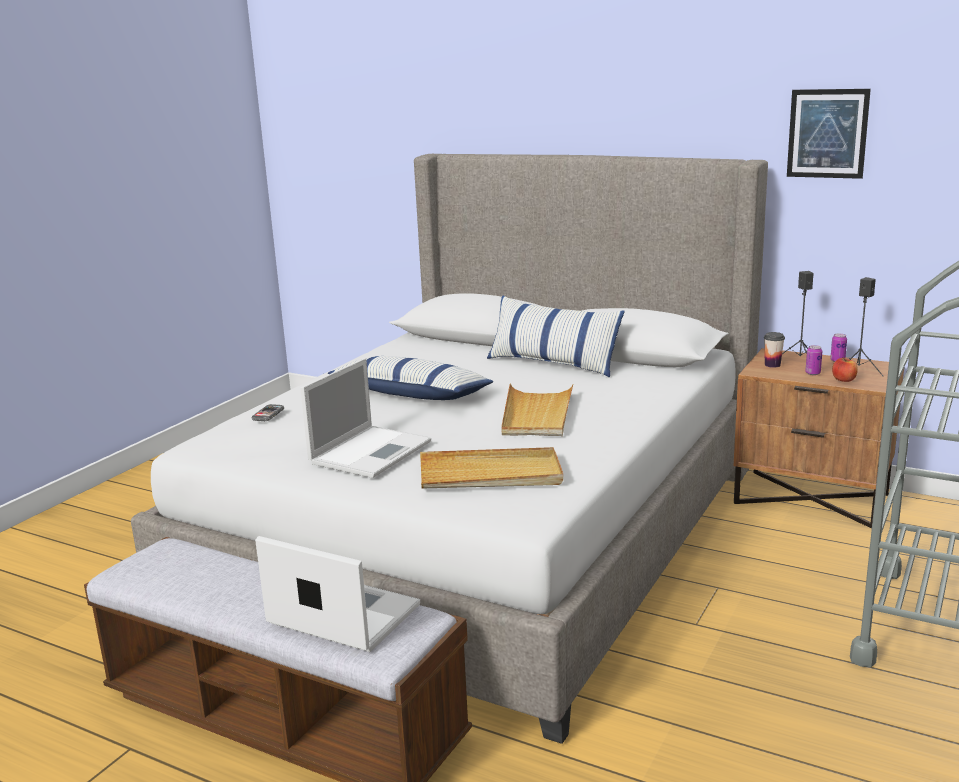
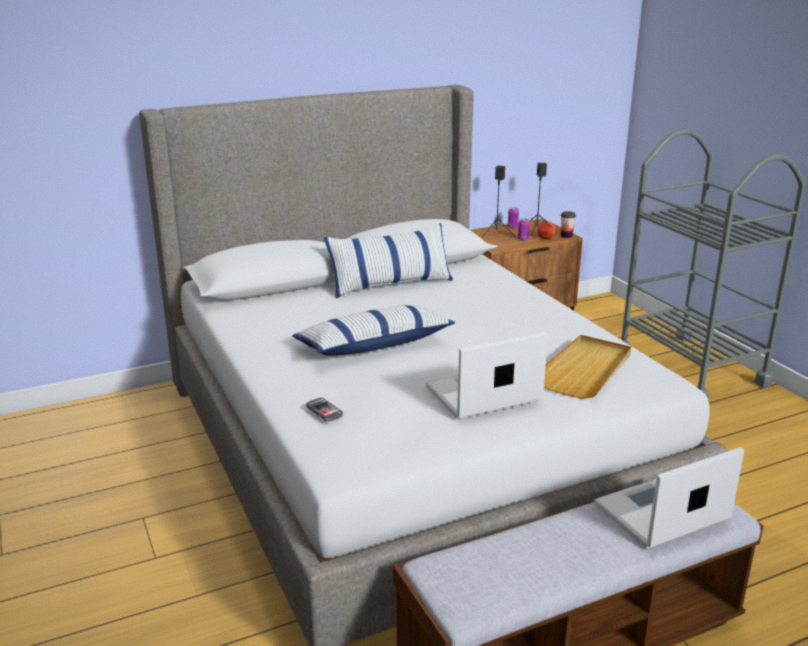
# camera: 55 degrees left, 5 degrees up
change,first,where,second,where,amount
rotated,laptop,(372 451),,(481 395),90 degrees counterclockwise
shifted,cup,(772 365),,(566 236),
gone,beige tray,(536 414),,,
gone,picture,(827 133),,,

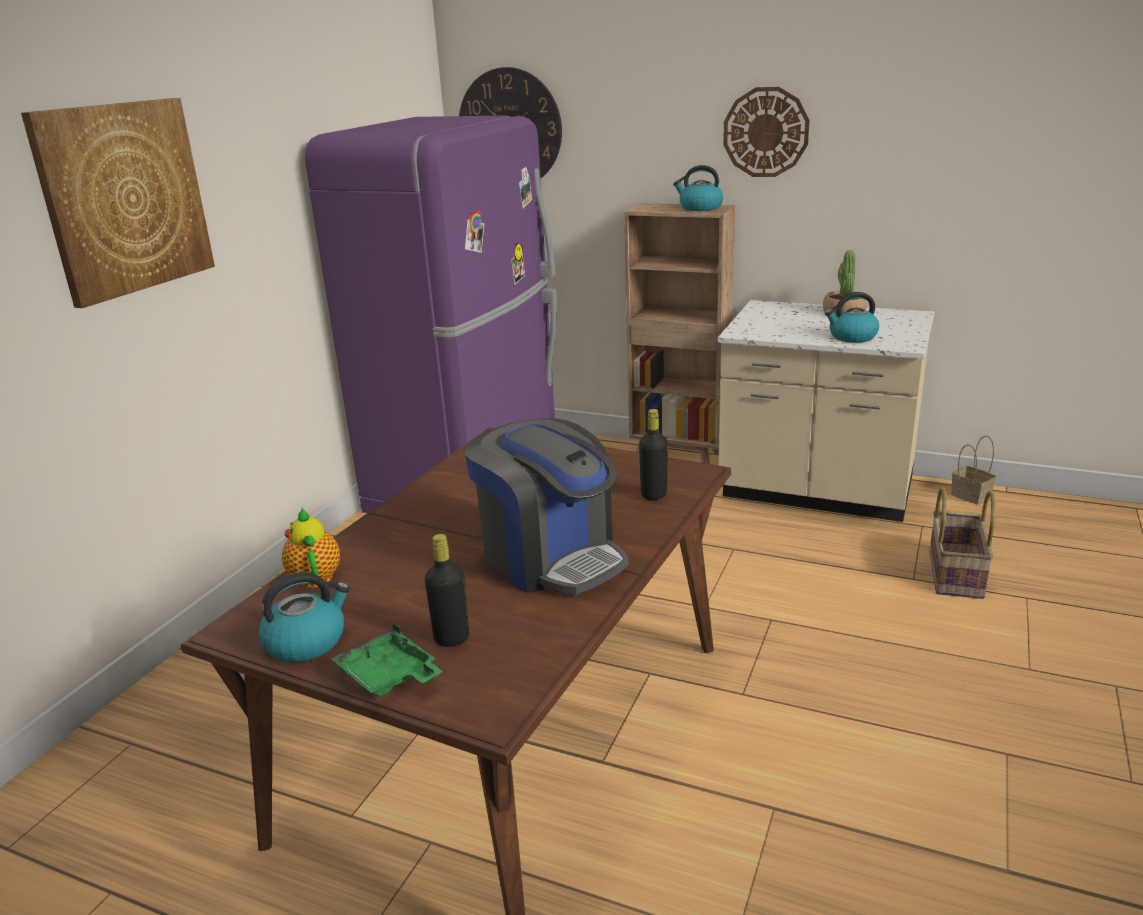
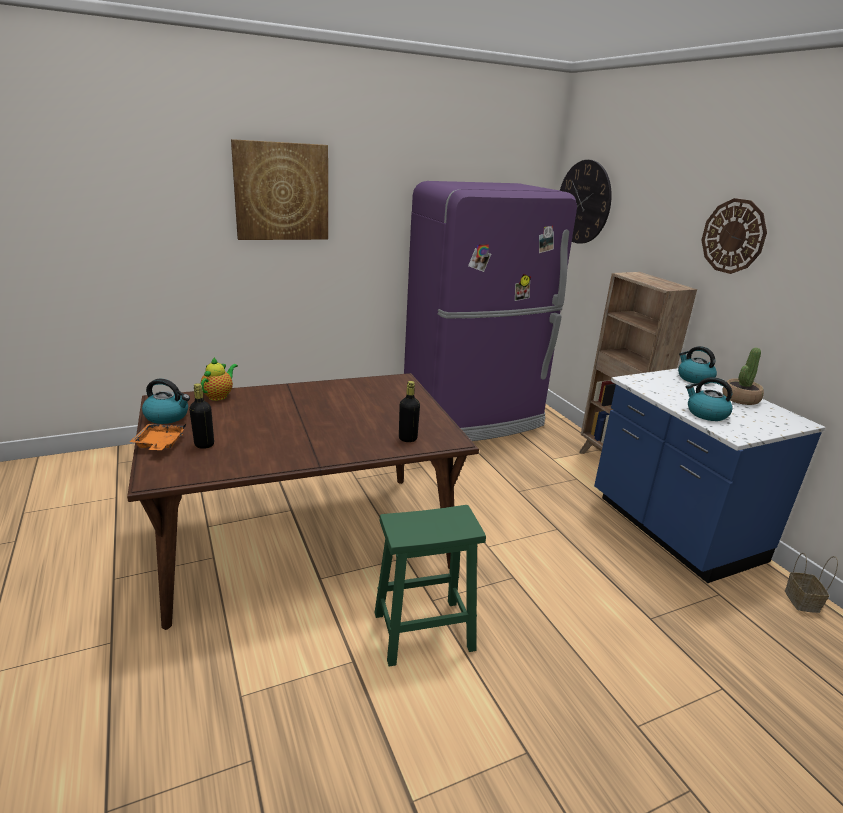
# camera: 40 degrees right, 0 degrees up
change,first,where,second,where,amount
repainted,green tray,(389 676),orange tray,(159 444),
new,,,green stool,(422 632),
repainted,beige counter,(816 491),blue counter,(673 529),
shifted,kettle,(700 208),,(694 378),
gone,coffee machine,(551 557),,,
gone,basket,(954 574),,,

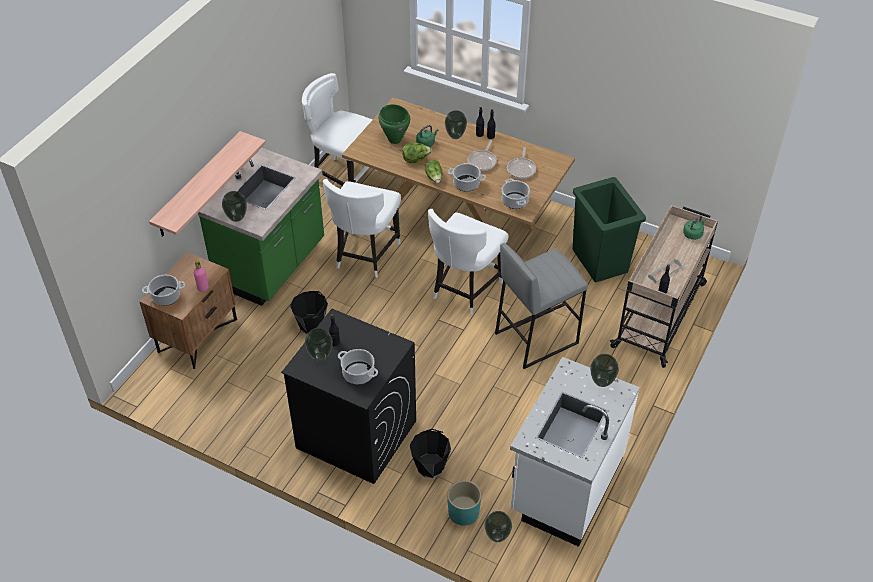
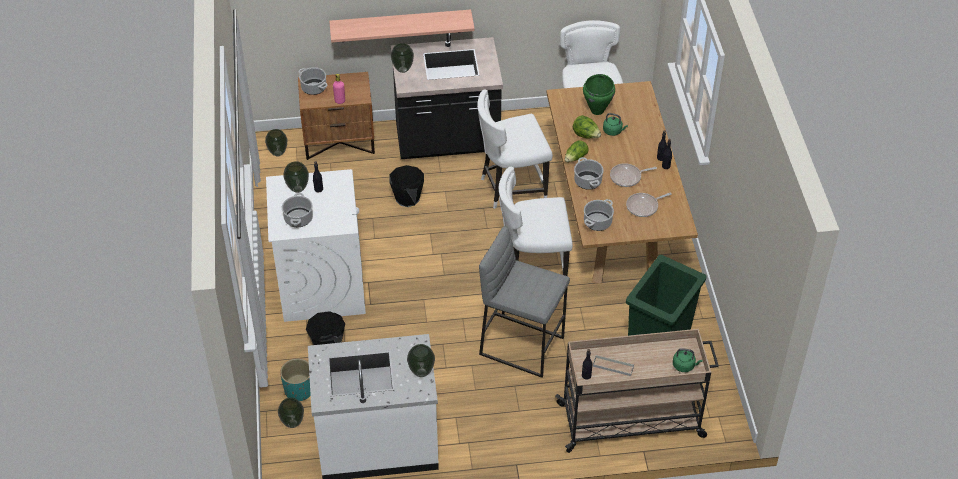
# camera: 55 degrees right, 0 degrees up
change,first,where,second,where,amount
shifted,vase,(455 136),,(277 153),
repainted,black washing machine,(355 434),white washing machine,(322 284),
repainted,green counter,(272 265),black counter,(447 141),

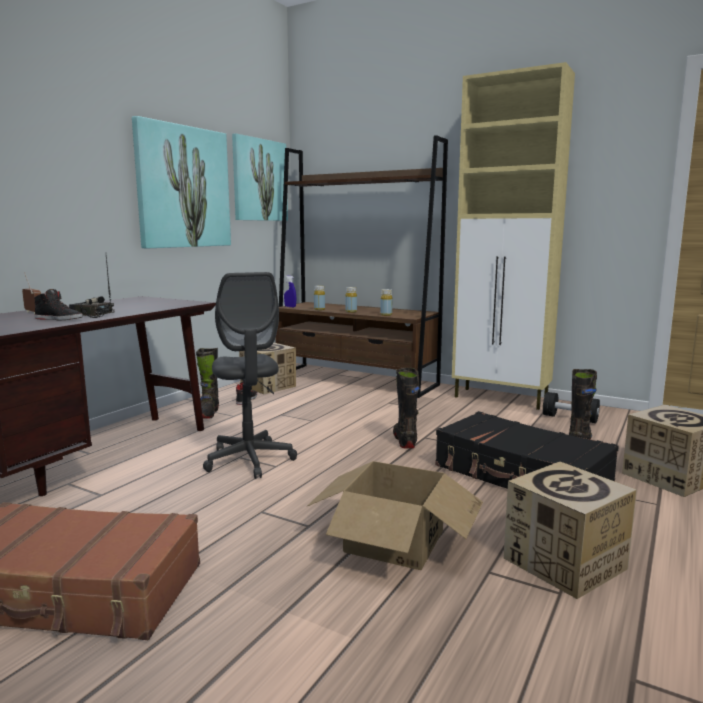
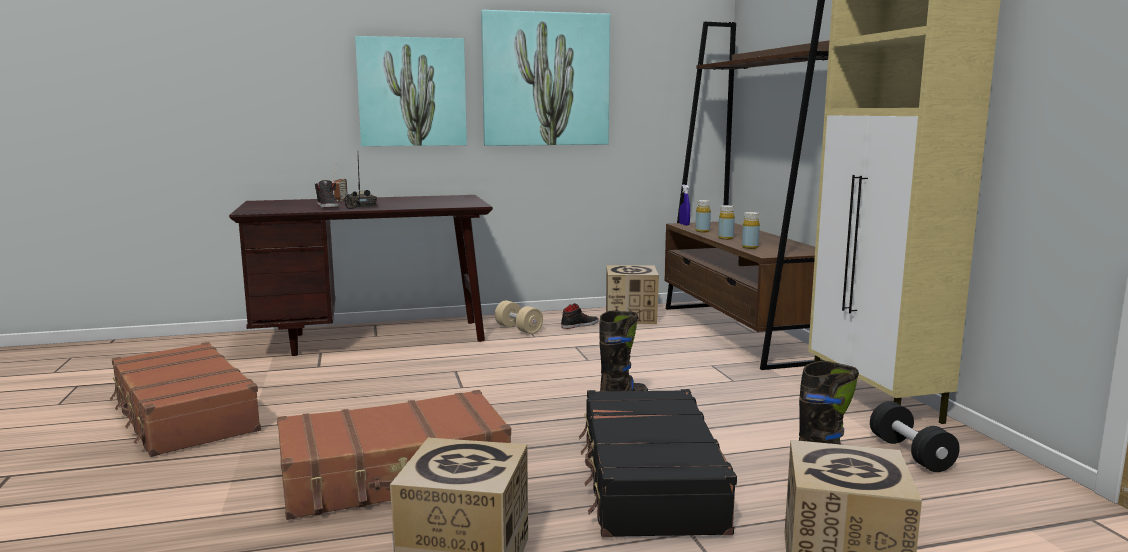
# camera: 45 degrees right, 0 degrees up
change,first,where,second,where,amount
swapped,cardboard box,(394 540),brown suitcase,(395 475),
shifted,picture,(260 180),,(412 92),
swapped,black boot,(208 414),beige dumbbell,(518 329),
gone,grey office chair,(249 460),,,

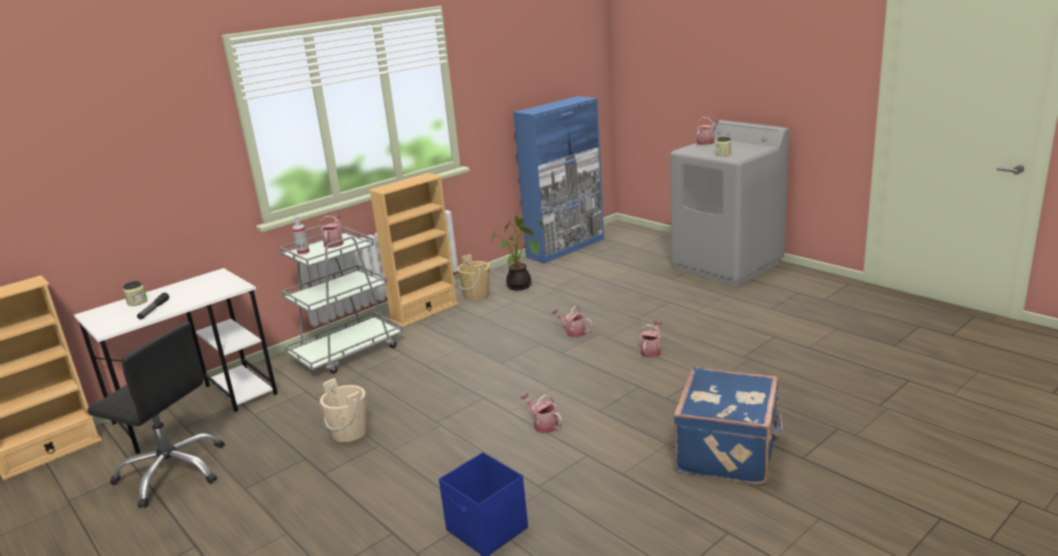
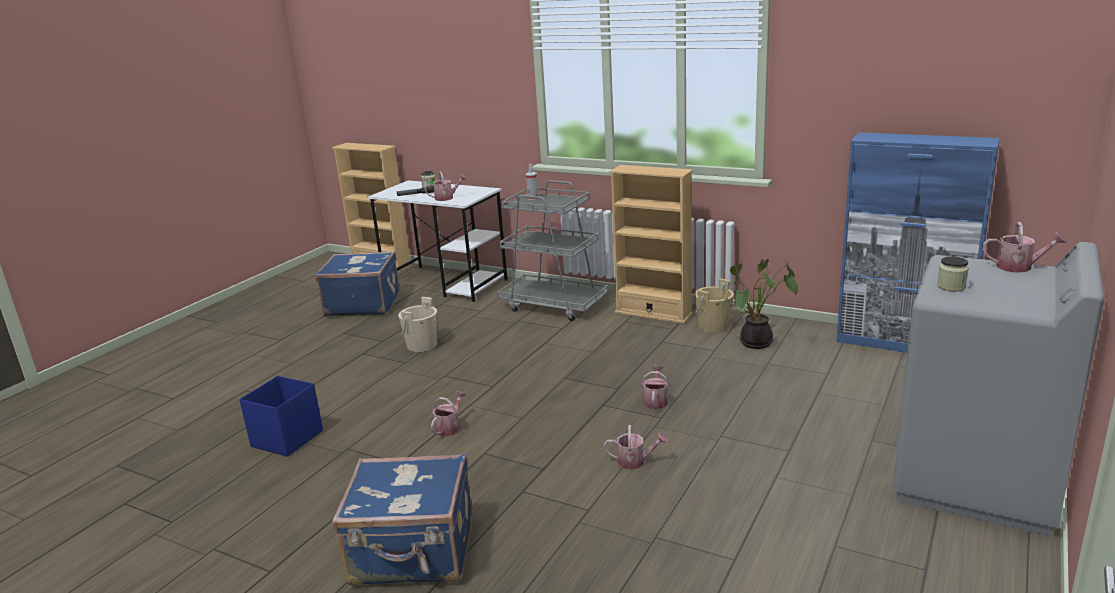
# camera: 70 degrees right, 0 degrees up
change,first,where,second,where,amount
swapped,black office chair,(172 472),blue suitcase,(363 304),
shifted,watering can,(334 243),,(447 198),

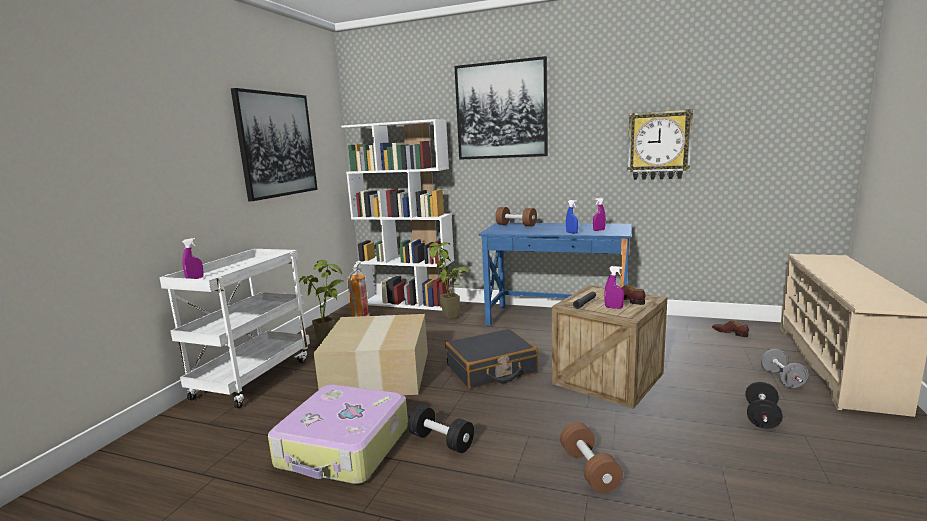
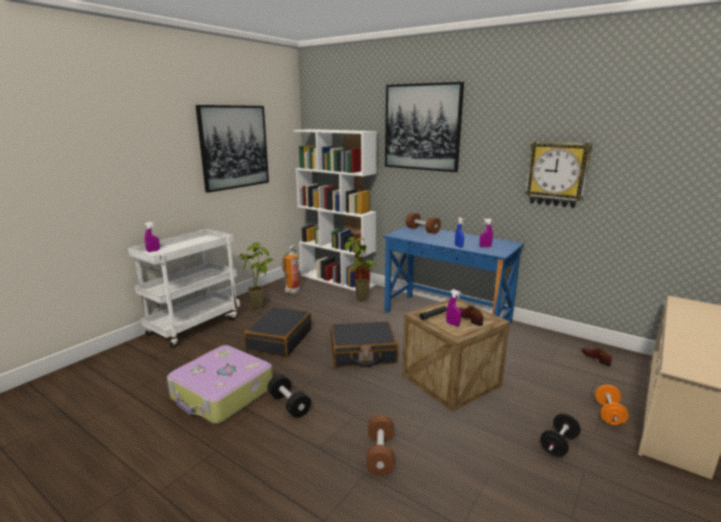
# camera: 15 degrees right, 5 degrees up
change,first,where,second,where,amount
swapped,cardboard box,(379 373),black suitcase,(279 339),
repainted,grey dumbbell,(782 379),orange dumbbell,(608 414),

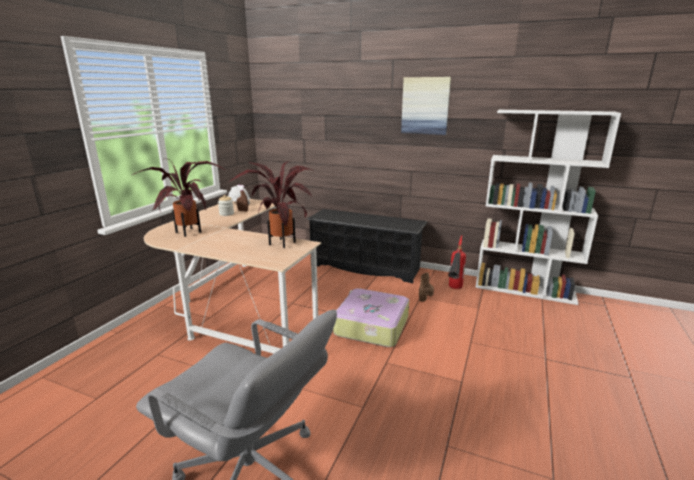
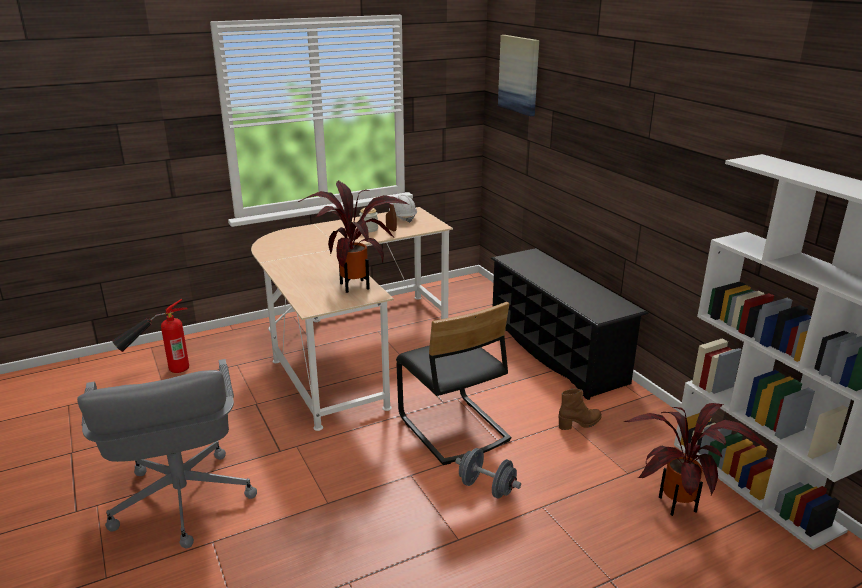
# camera: 40 degrees right, 5 degrees up
change,first,where,second,where,amount
shifted,fire extinguisher,(454 291),,(159 373),
swapped,suitcase,(370 326),black chair,(452 428),
new,,,grey dumbbell,(486 487),
shifted,picture,(425 106),,(519 74),
shifted,potted plant,(188 233),,(677 507),

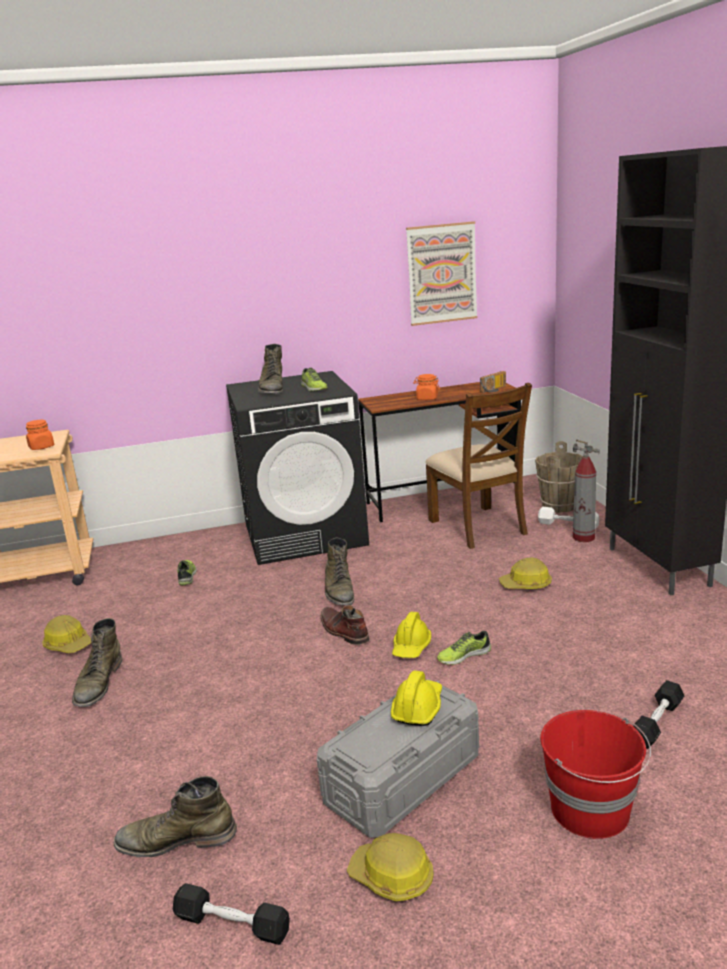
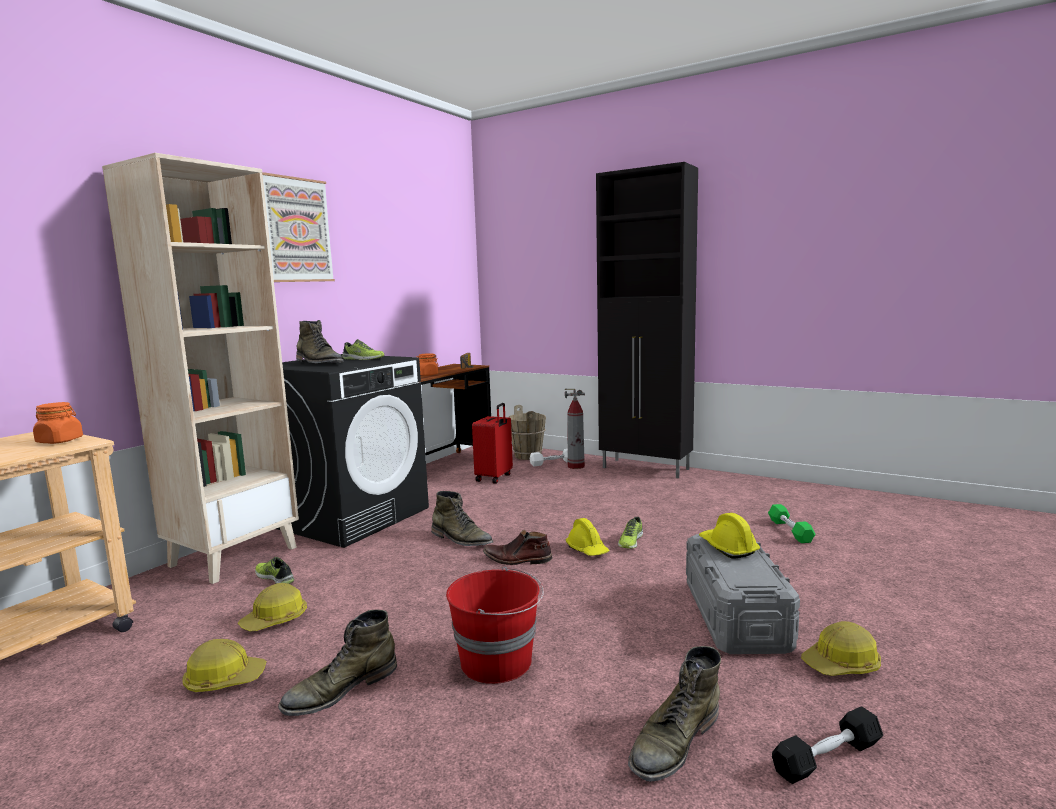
# camera: 45 degrees left, 10 degrees down
change,first,where,second,where,amount
new,,,beige bookcase,(234 556),
shifted,hard hat,(526 584),,(275 620),
shifted,picture,(441 273),,(297 230),
rotated,green boot,(98 683),,(340 689),90 degrees clockwise
shifted,red bucket,(591 810),,(498 661),
swapped,brown chair,(478 527),red suitcase,(494 478),
repainted,black dumbbell,(656 723),green dumbbell,(790 531),

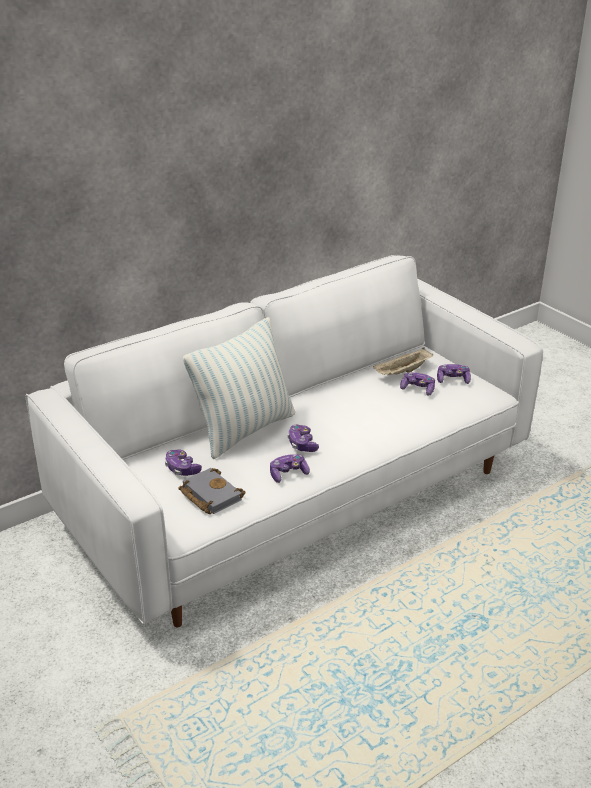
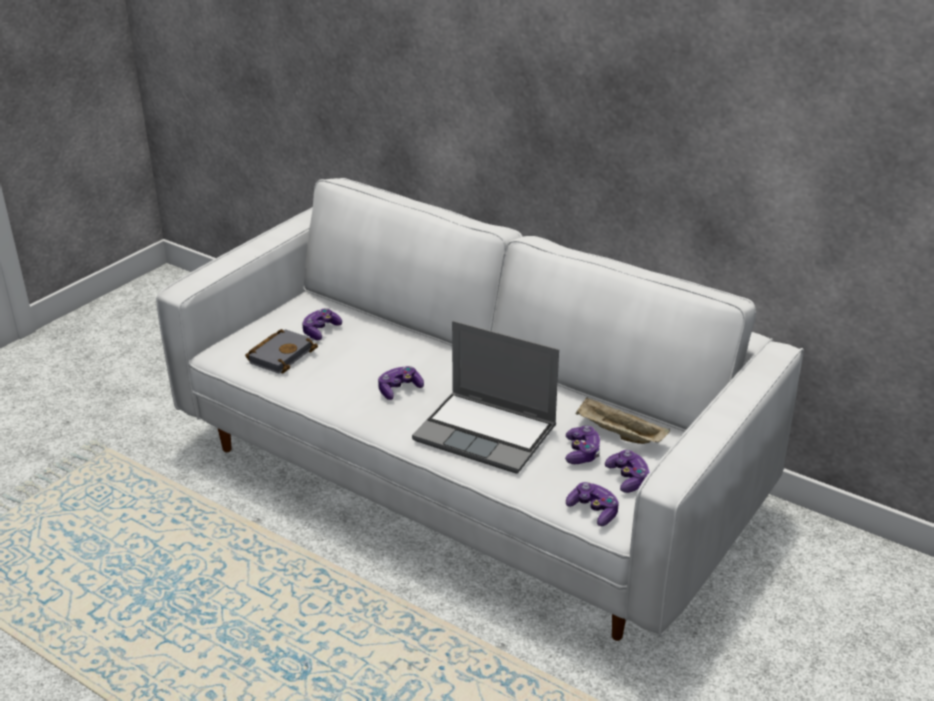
# camera: 70 degrees right, 0 degrees up
change,first,where,second,where,amount
new,,,laptop,(487 434),
shifted,game controller,(288 474),,(593 511),
gone,pillow,(244 430),,,

